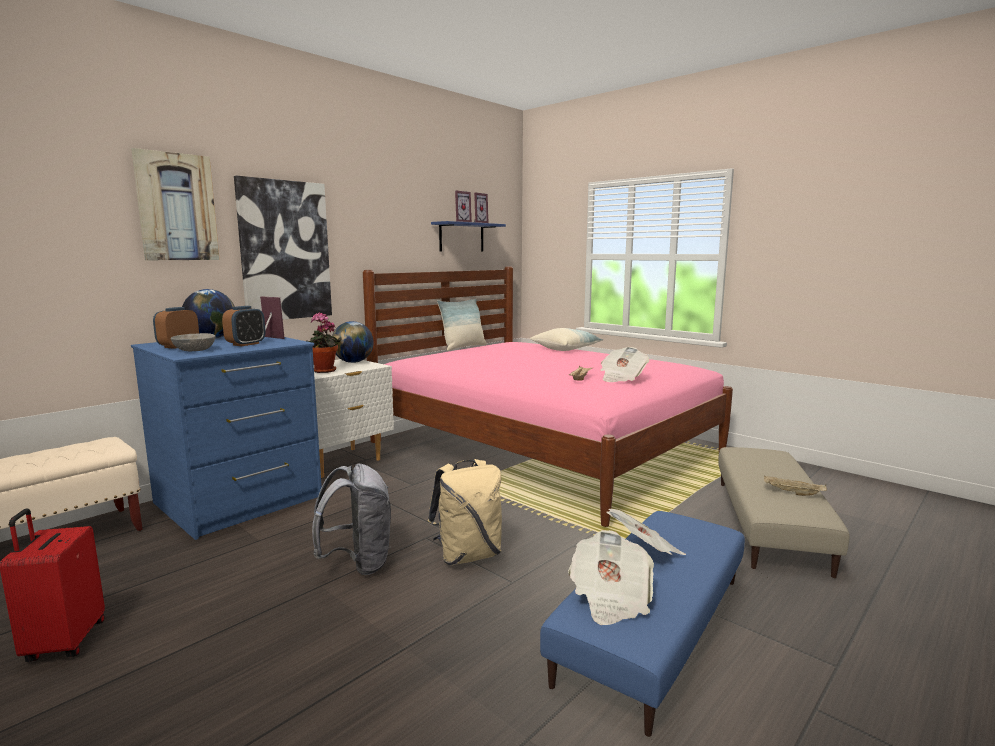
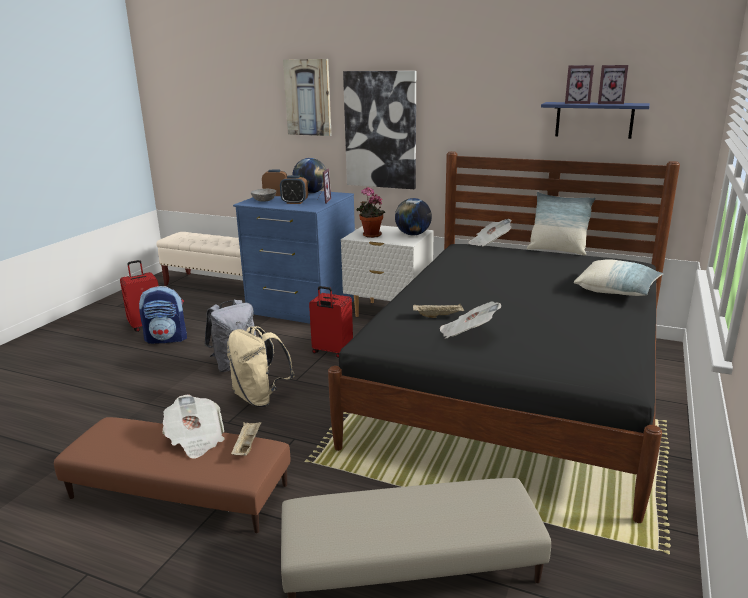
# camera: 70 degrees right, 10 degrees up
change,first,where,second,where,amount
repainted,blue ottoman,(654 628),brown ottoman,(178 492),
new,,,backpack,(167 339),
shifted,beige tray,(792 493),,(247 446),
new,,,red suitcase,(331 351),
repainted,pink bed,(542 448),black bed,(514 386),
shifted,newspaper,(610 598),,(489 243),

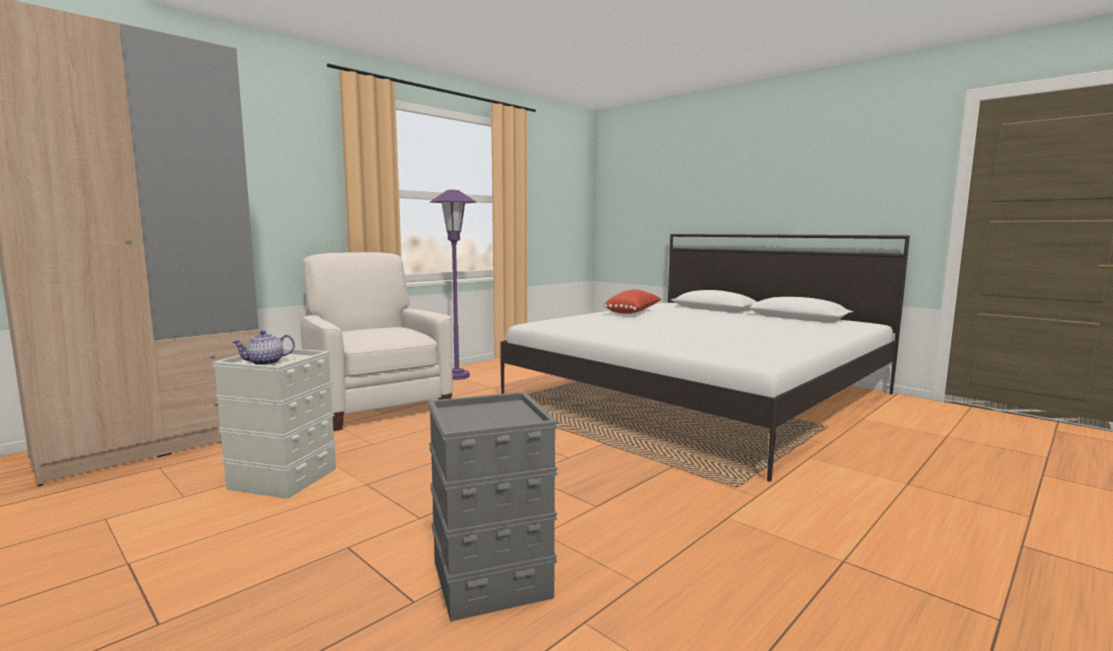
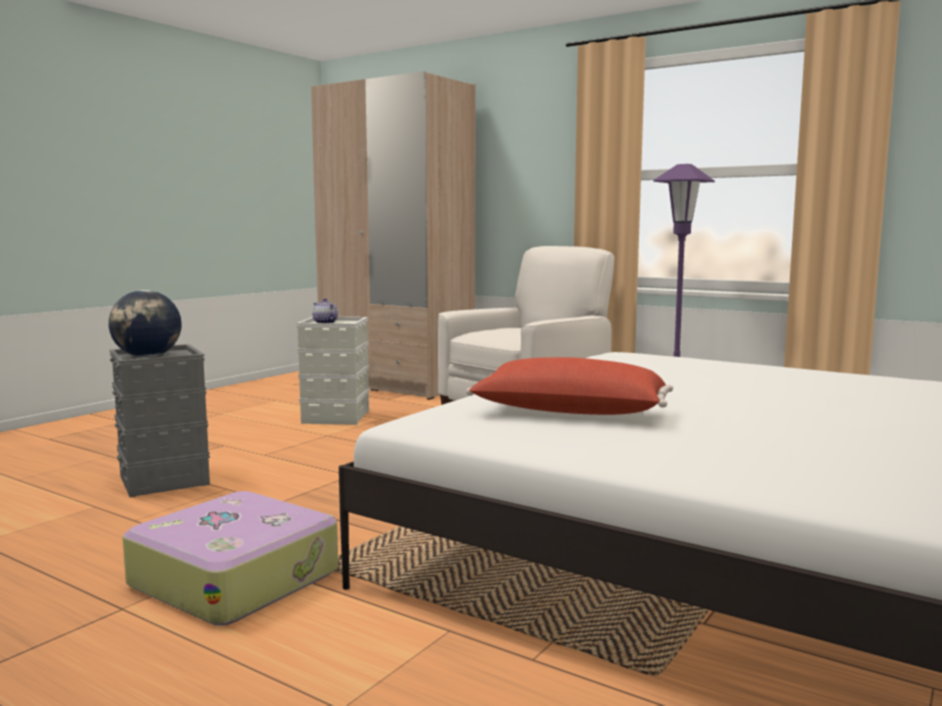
# camera: 80 degrees right, 0 degrees up
change,first,where,second,where,amount
new,,,globe,(148 357),
new,,,suitcase,(236 578),
shifted,red pillow,(634 312),,(569 413),

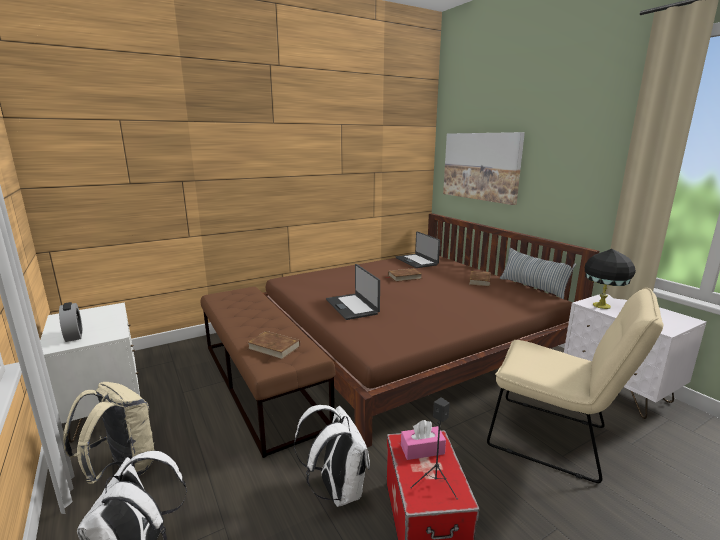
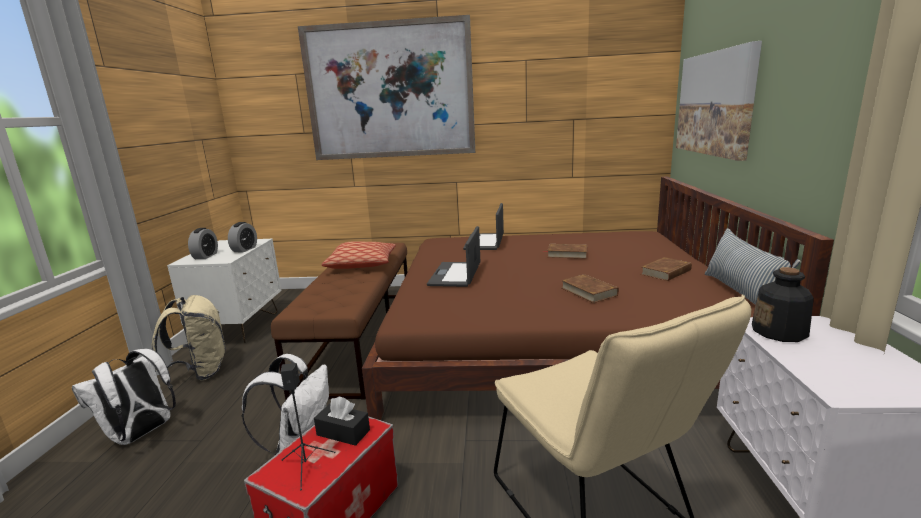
# camera: 35 degrees right, 0 degrees up
change,first,where,second,where,amount
new,,,alarm clock,(245 249),
new,,,picture,(390 91),
repainted,pink tissue box,(422 449),black tissue box,(343 432),
new,,,pillow,(362 264),
shifted,laptop,(416 261),,(485 242),
shifted,brown book,(274 347),,(588 291),
swapped,black table lamp,(602 305),bottle,(779 332),

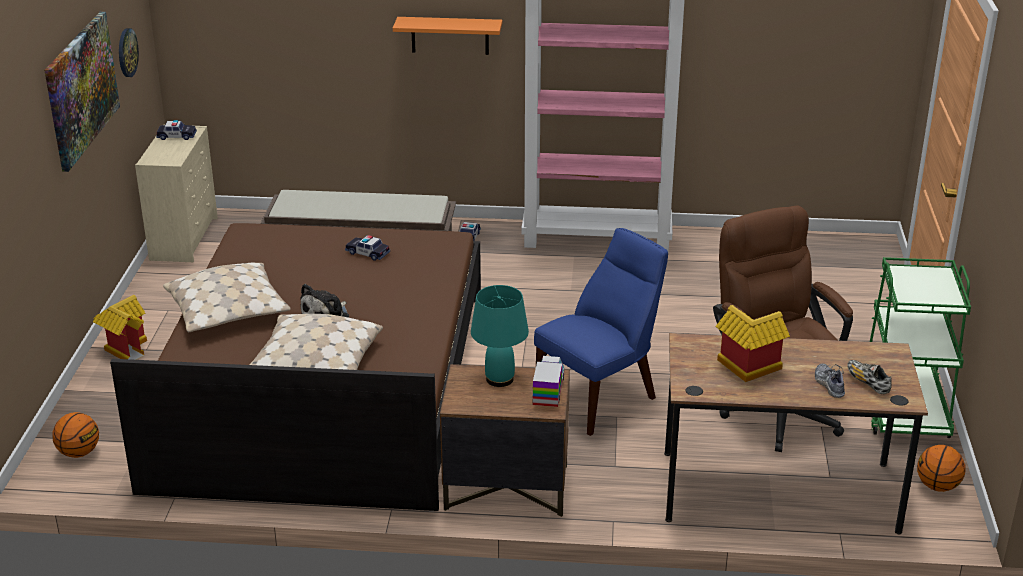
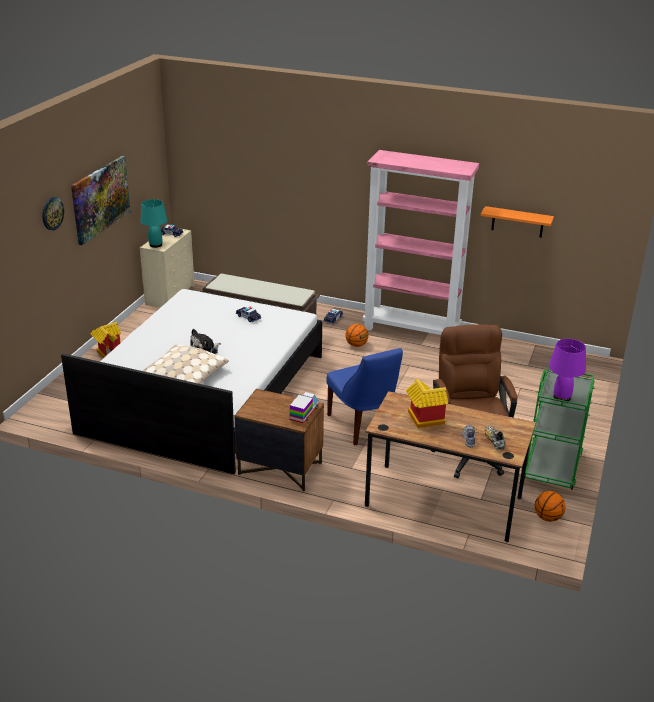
# camera: 15 degrees right, 0 degrees up
change,first,where,second,where,amount
shifted,wall clock,(127 52),,(52 213),
repainted,brown bed,(324 388),white bed,(205 393),
shifted,turquoise table lamp,(499 379),,(155 245),
rotated,blue chair,(600 397),,(363 426),90 degrees clockwise
shifted,basketball,(79 453),,(356 345),
shifted,orange shelf,(450 35),,(517 222),
new,,,purple table lamp,(562 397),
gone,beige pillow,(228 311),,,

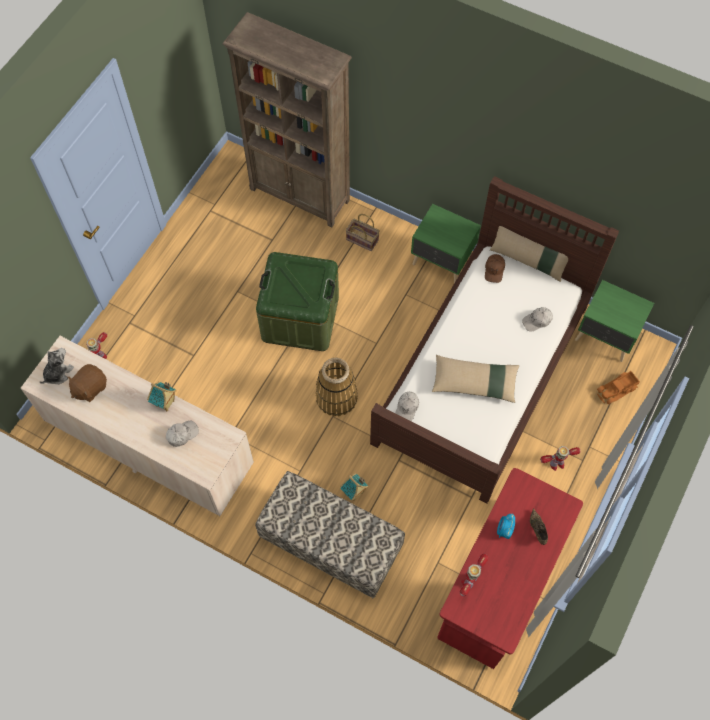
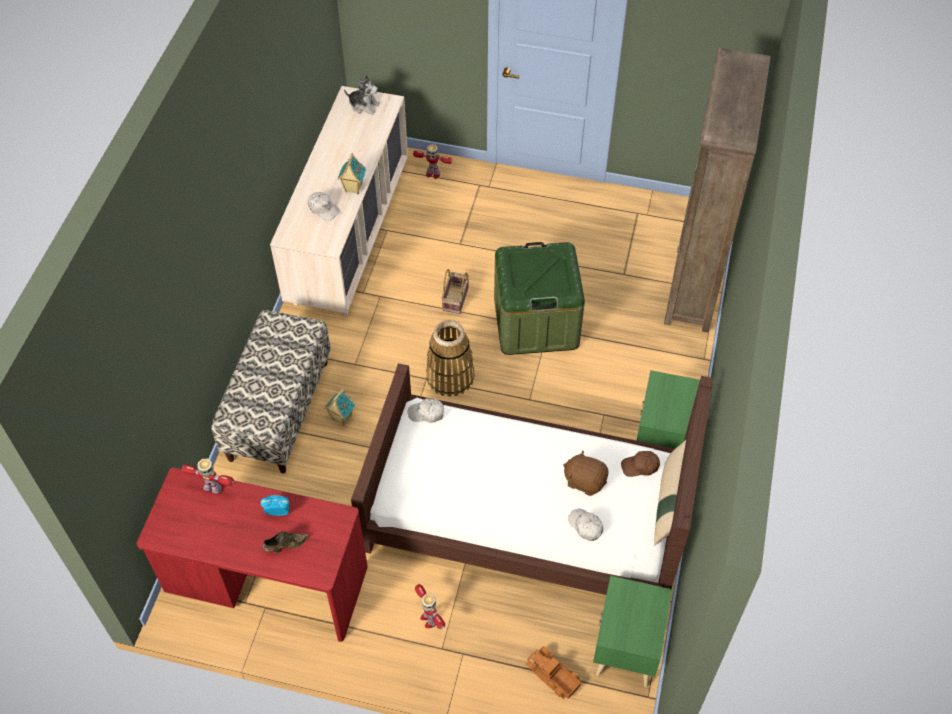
# camera: 75 degrees right, 10 degrees down
change,first,where,second,where,amount
shifted,basket,(363 239),,(456 300),
shifted,brown plush toy,(90 387),,(585 480),
gone,beige pillow,(474 382),,,

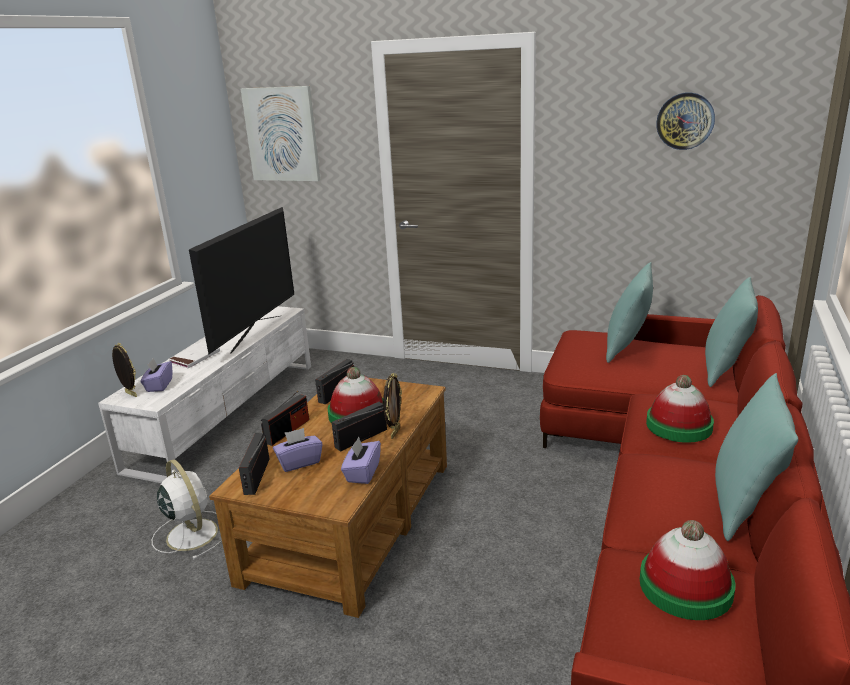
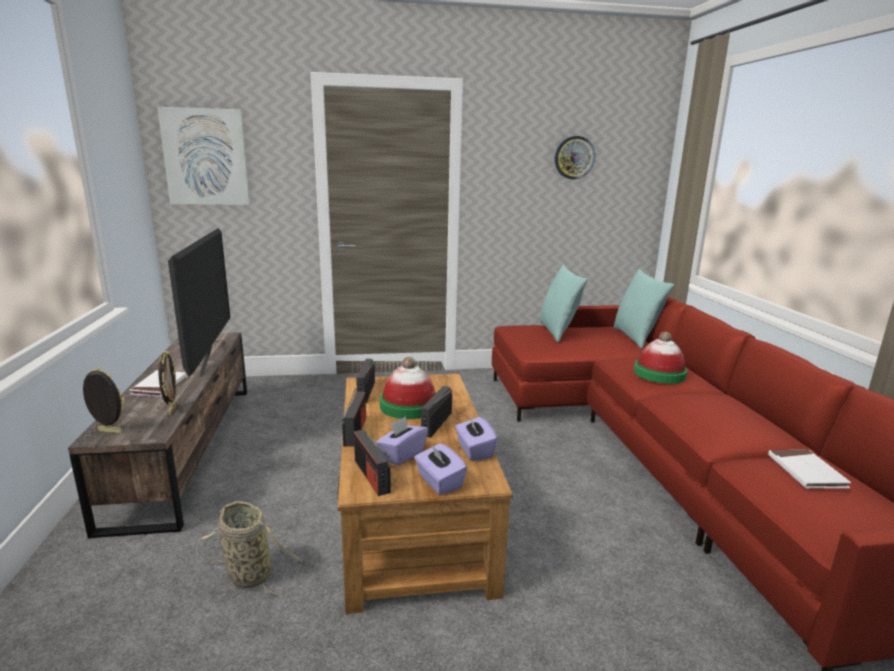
# camera: 30 degrees left, 5 degrees down
change,first,where,second,where,amount
repainted,white tv stand,(228 413),brown tv stand,(187 447),
shifted,picture frame,(394 433),,(172 410),
swapped,white fan,(191 533),basket,(247 574),
shifted,purple tissue box,(159 385),,(439 482),
swapped,hat,(685 586),white book,(806 472),
gone,turquoise pillow,(744 505),,,

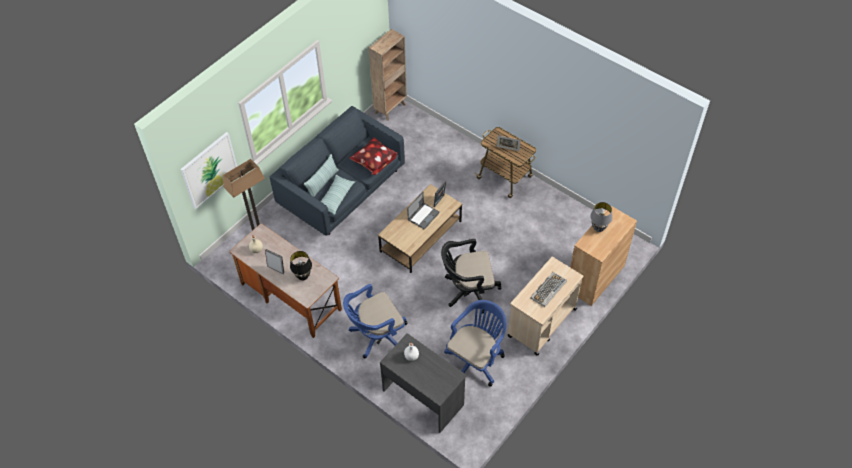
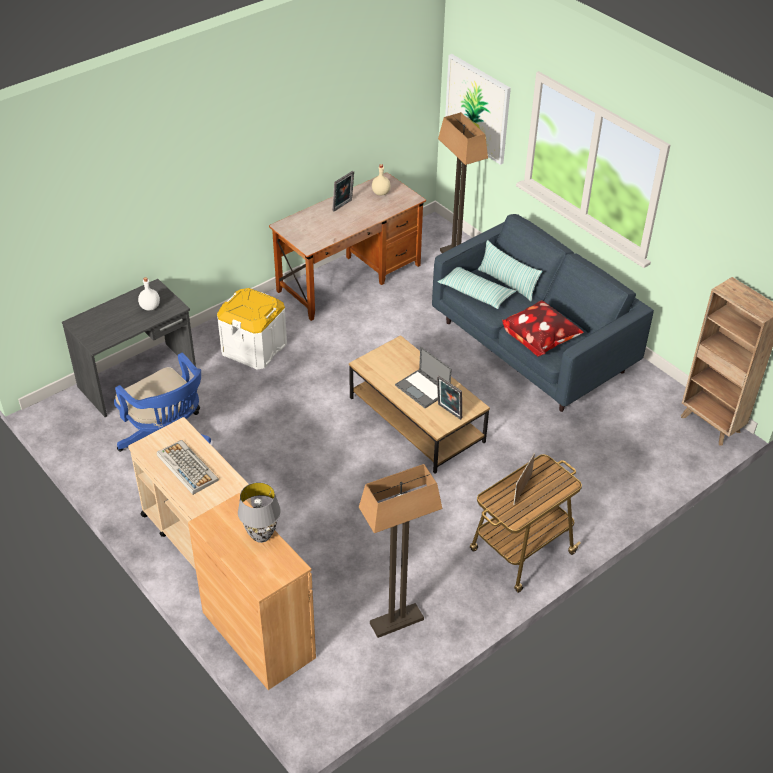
# camera: 100 degrees right, 10 degrees down
change,first,where,second,where,amount
swapped,blue office chair,(376 336),white storage box,(254 348),
new,,,floor lamp,(397 621),
gone,black table lamp,(303 276),,,
gone,black office chair,(468 291),,,

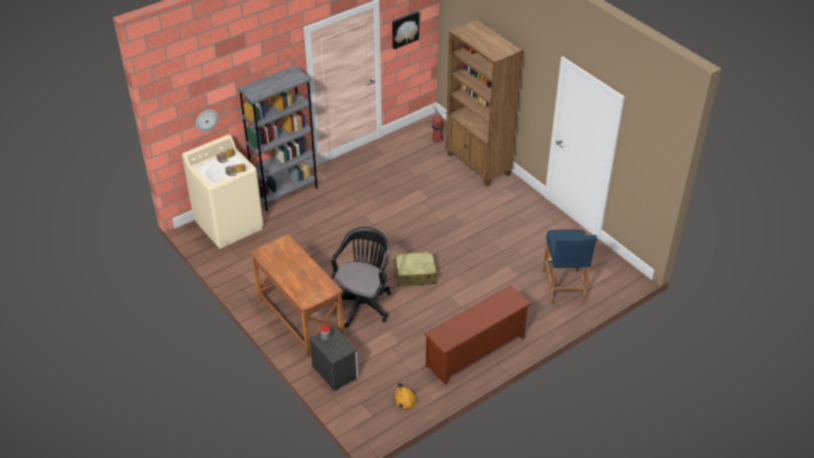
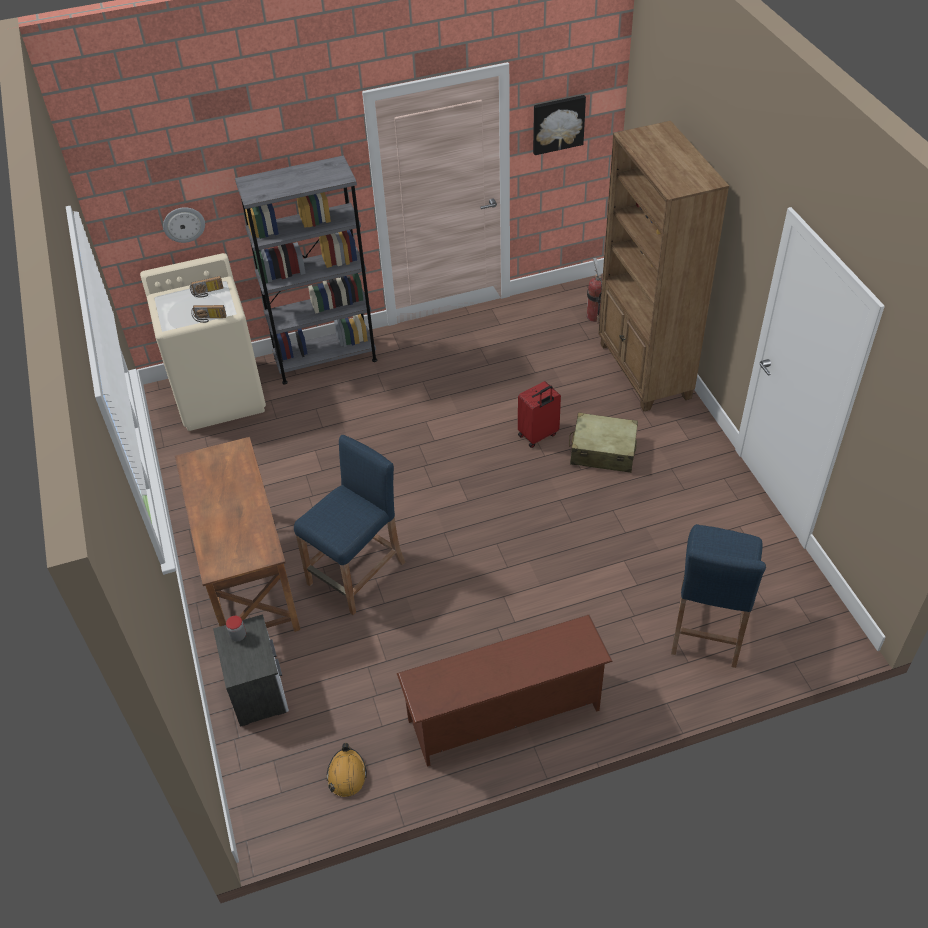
# camera: 20 degrees right, 5 degrees up
change,first,where,second,where,amount
swapped,black office chair,(362 303),blue stool,(357 574),
new,,,red suitcase,(538 435),
shifted,beige suitcase,(414 274),,(602 451),

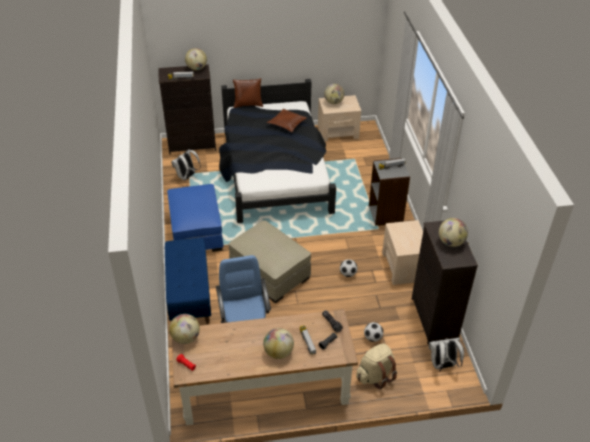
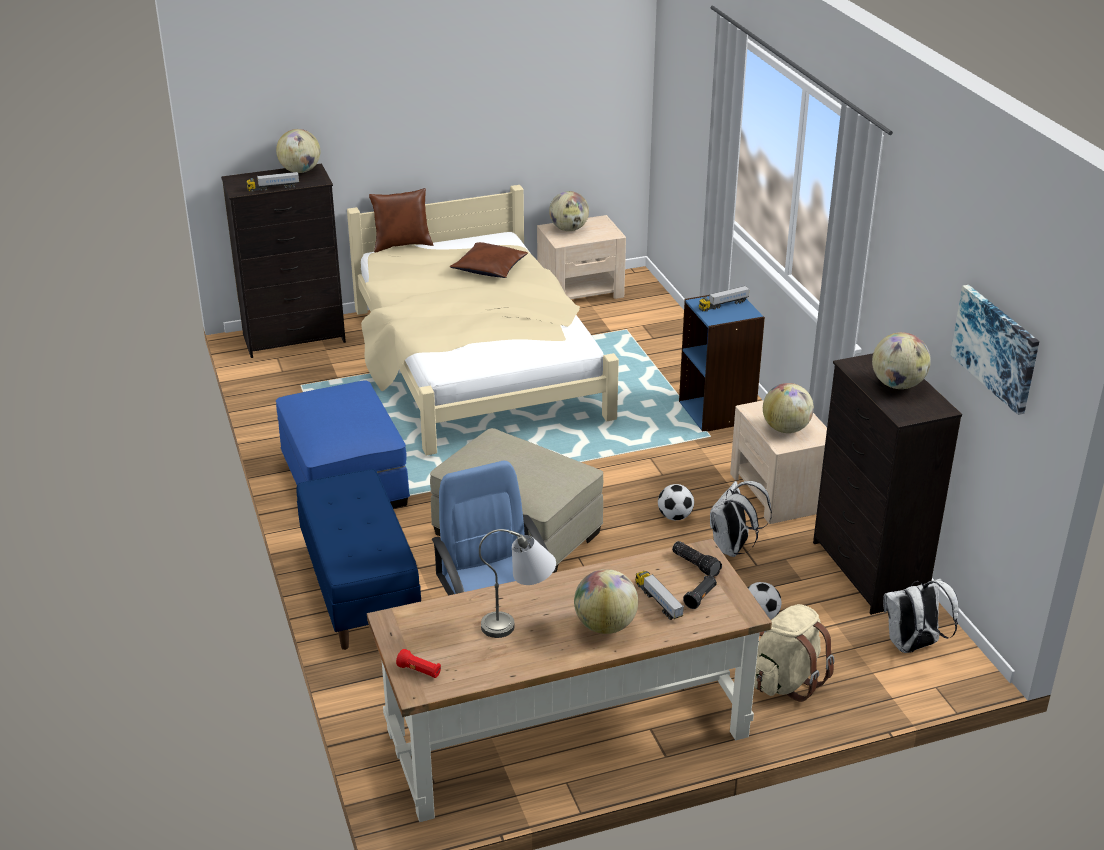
# camera: 10 degrees left, 10 degrees down
change,first,where,second,where,amount
repainted,black bed,(275 172),beige bed,(477 366),
new,,,grey table lamp,(520 622),
repainted,grey bookcase,(386 214),blue bookcase,(717 412),
shifted,white backpack,(187 177),,(732 549),
shifted,globe,(186 338),,(786 429),
new,,,picture,(996 347),

